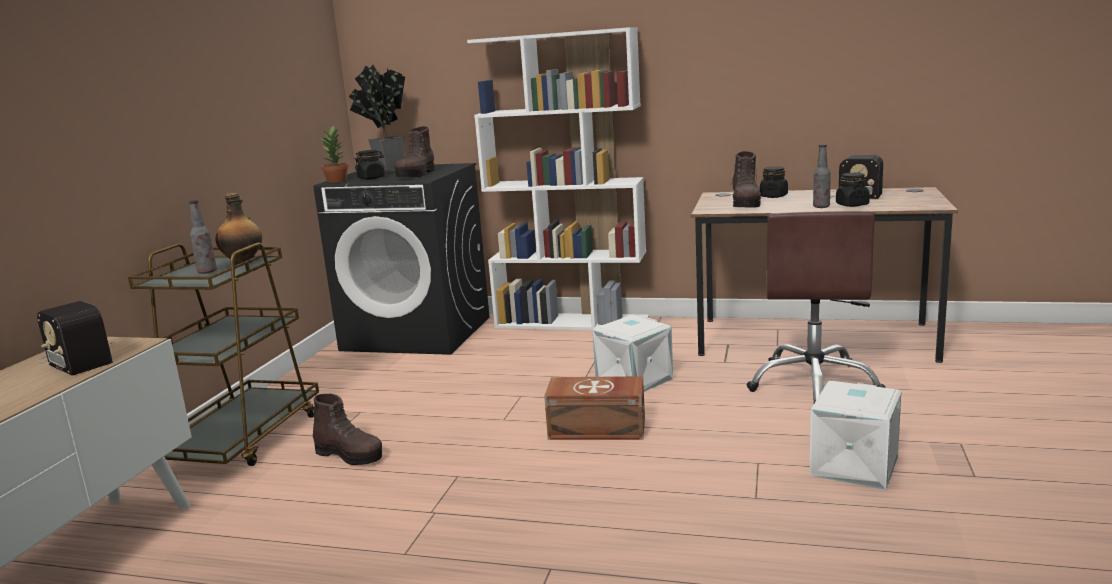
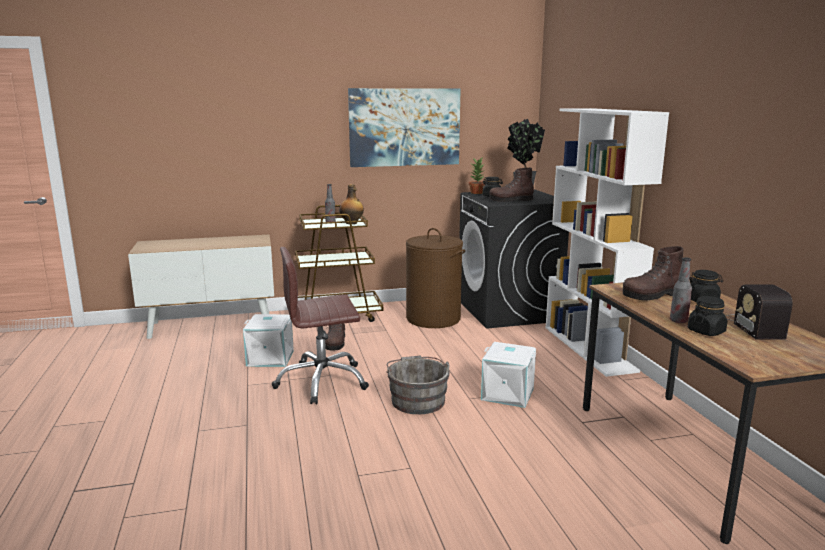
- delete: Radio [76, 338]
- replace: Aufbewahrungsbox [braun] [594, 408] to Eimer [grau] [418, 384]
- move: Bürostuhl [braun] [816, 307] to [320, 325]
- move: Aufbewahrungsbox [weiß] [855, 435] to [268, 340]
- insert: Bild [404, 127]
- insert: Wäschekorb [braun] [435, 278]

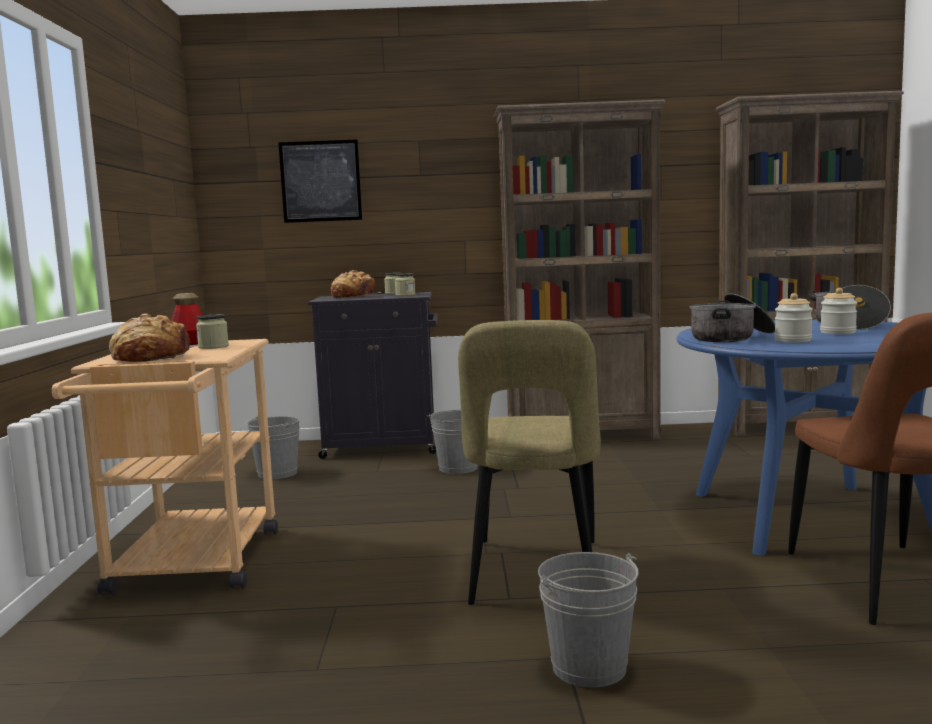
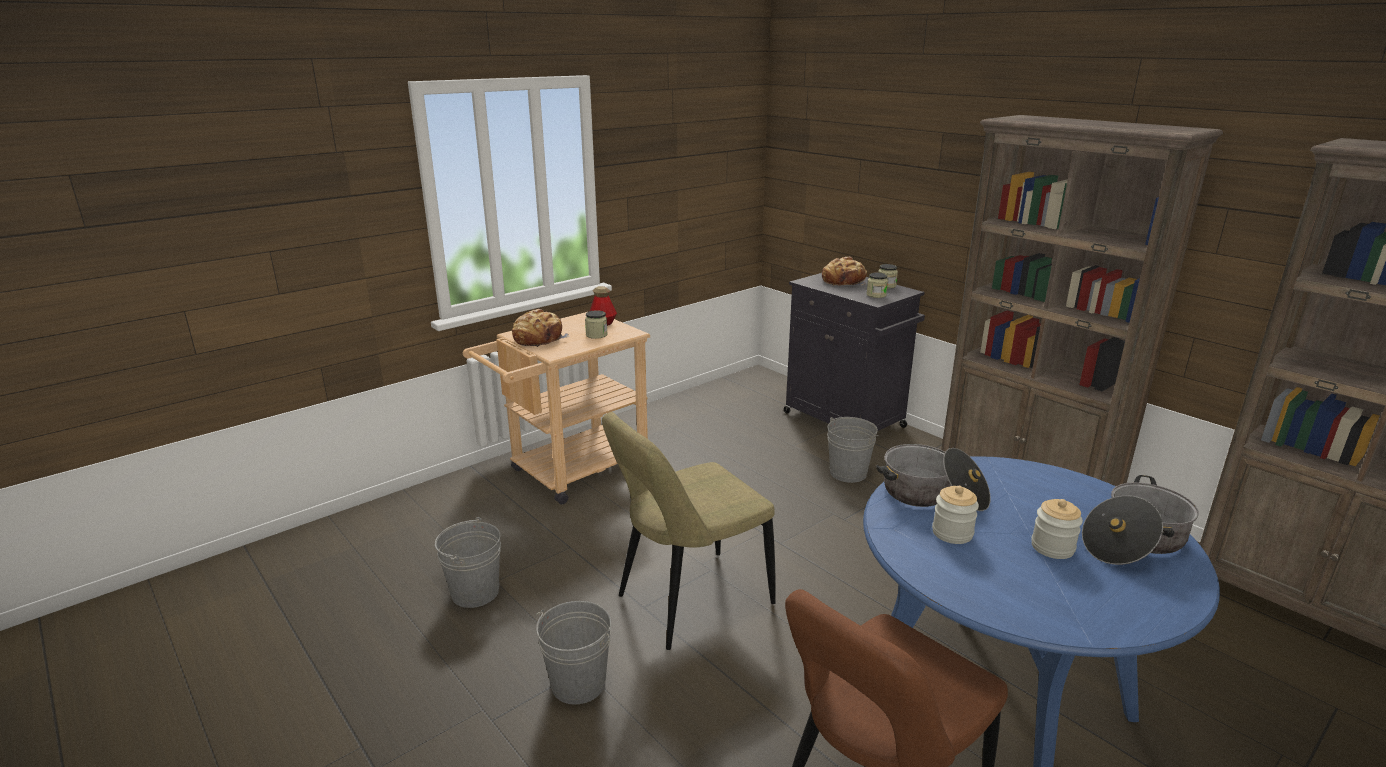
- move: Eimer [grau] [273, 447] to [468, 562]
- delete: Bild [320, 181]

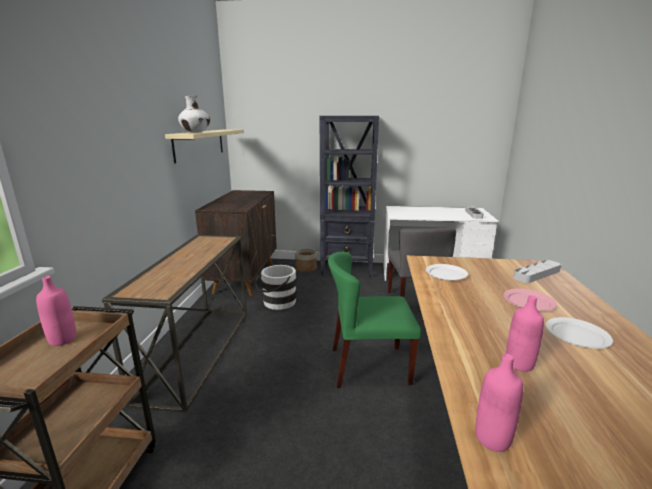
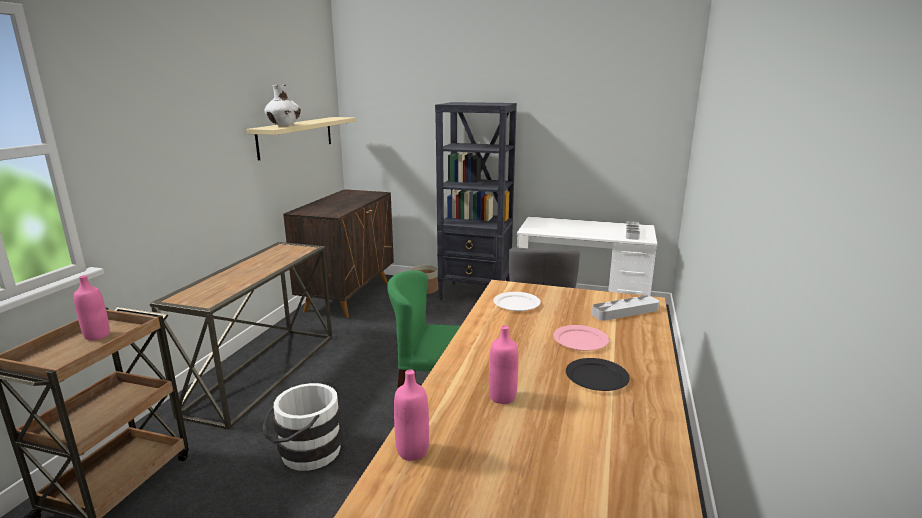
- move: Eimer [weiß] [275, 287] to [302, 427]
- recolor: Teller [weiß] [579, 332] to Teller [schwarz] [598, 374]

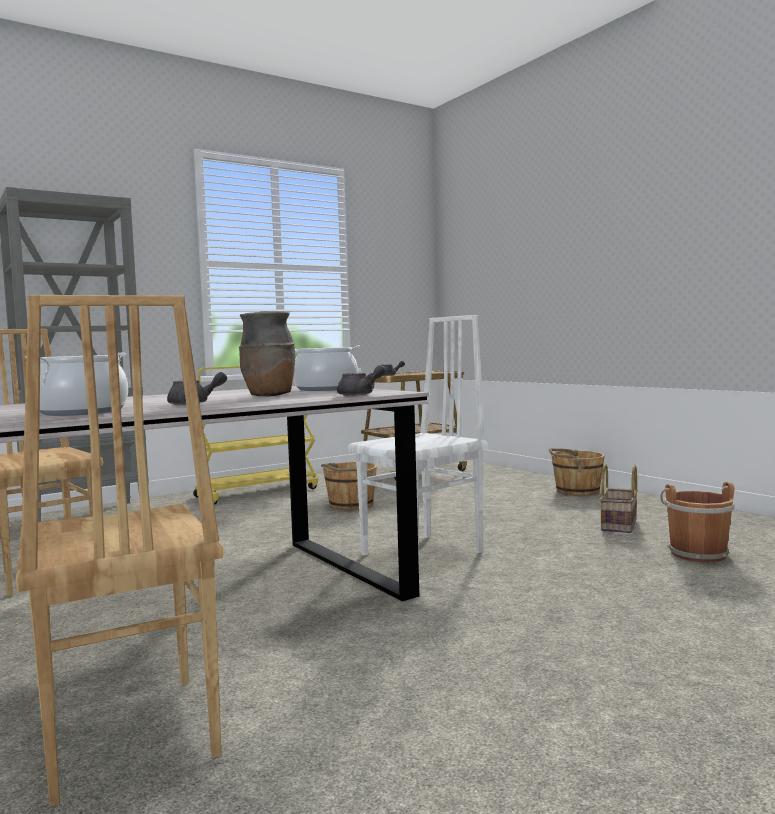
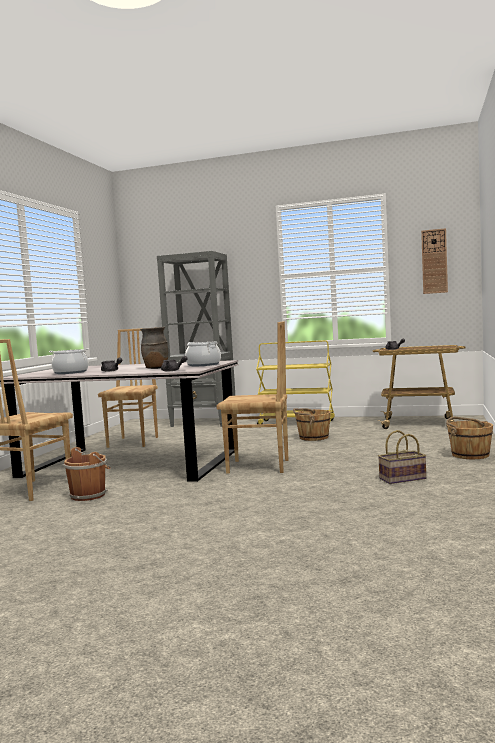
- recolor: Stuhl [weiß] [418, 437] to Stuhl [braun] [252, 398]
- move: Eimer [braun] [697, 522] to [87, 474]
- insert: Wanduhr [434, 261]

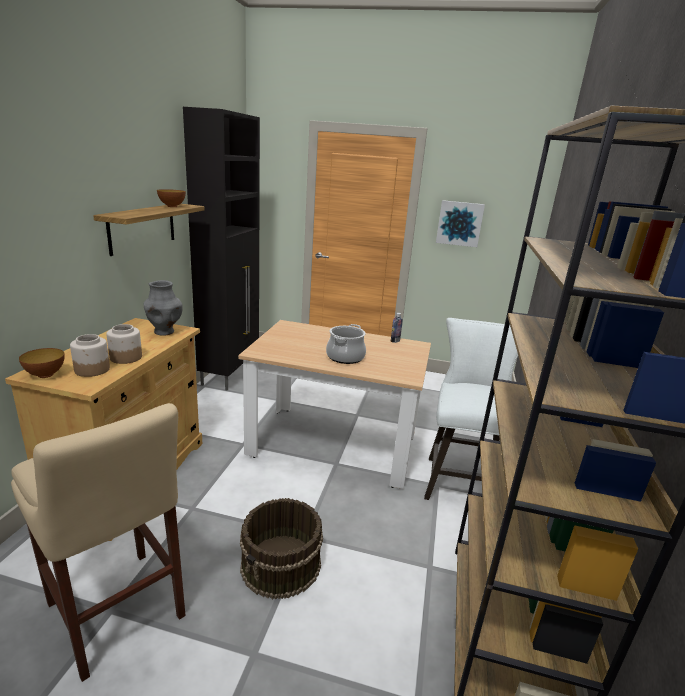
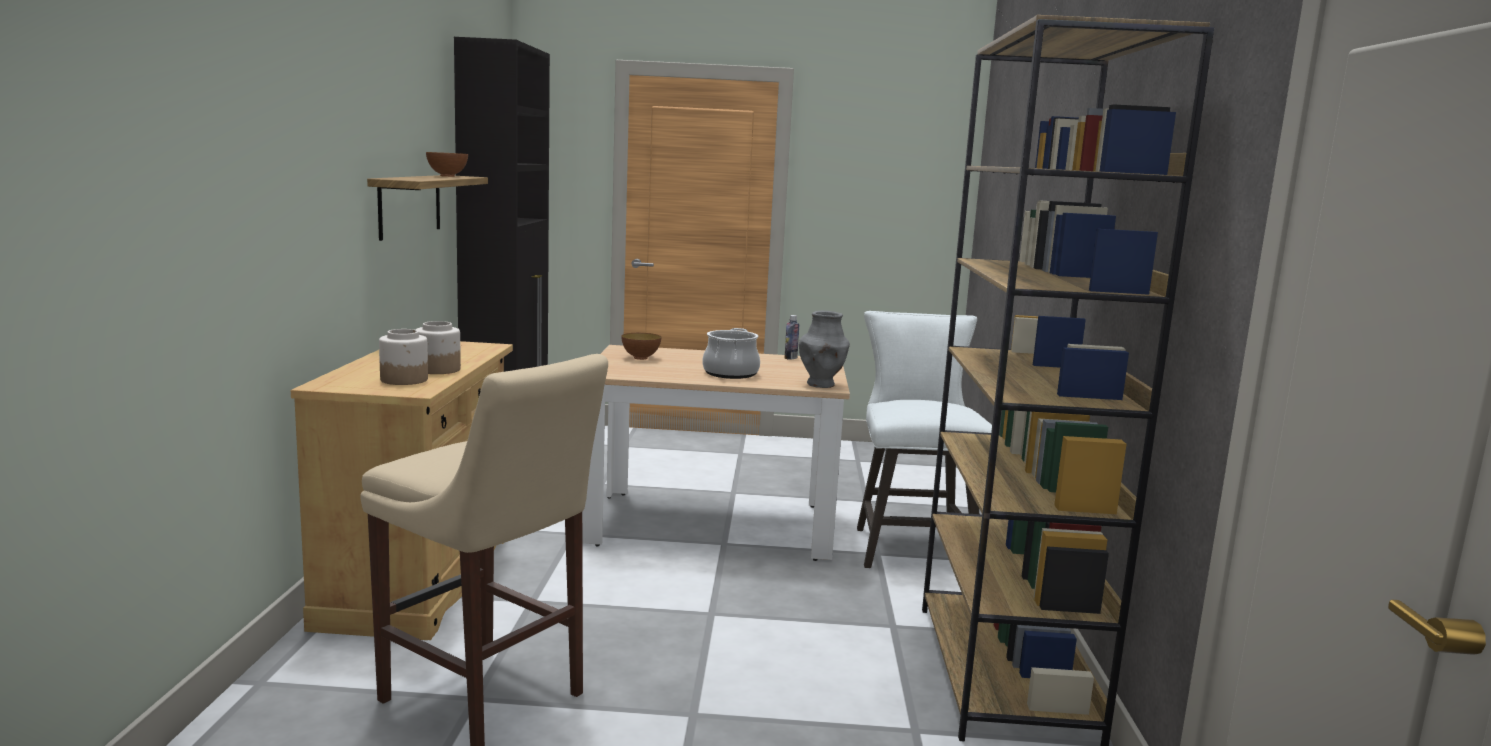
- move: Schüssel [42, 363] to [641, 346]
- move: Vase [grau] [163, 308] to [824, 349]
- delete: Eimer [braun] [281, 548]
- delete: Bild [460, 223]

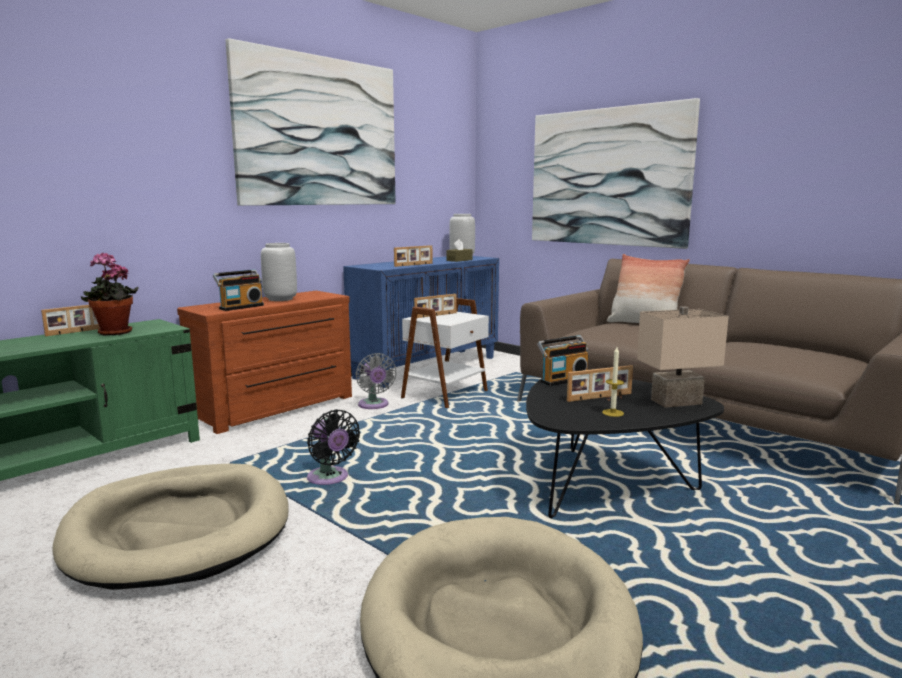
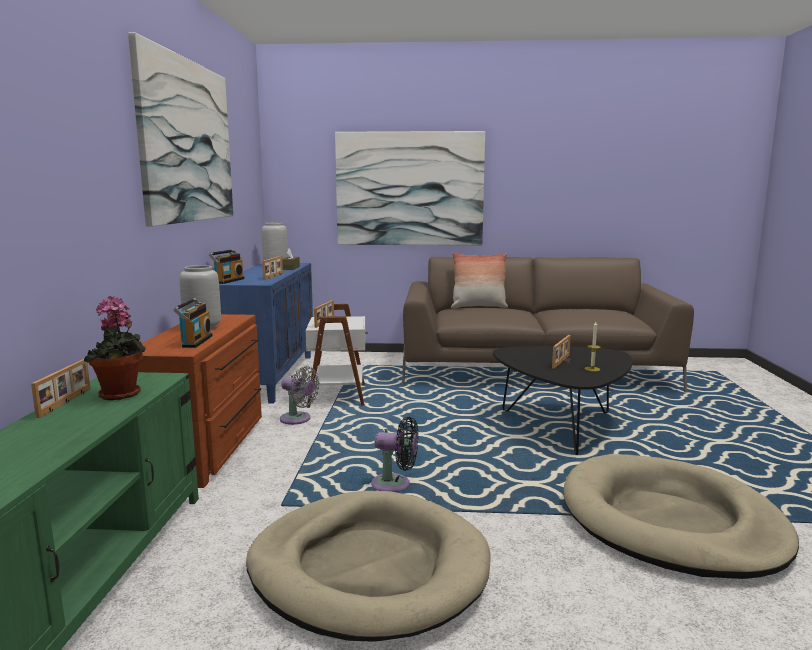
- move: Radio [563, 360] to [227, 266]
- delete: Tischlampe [beige] [683, 357]

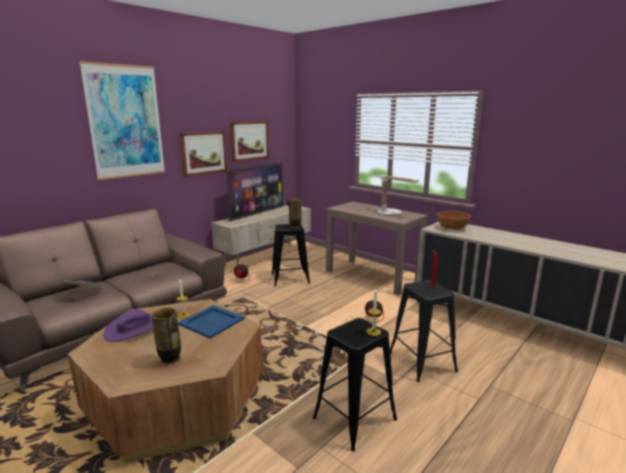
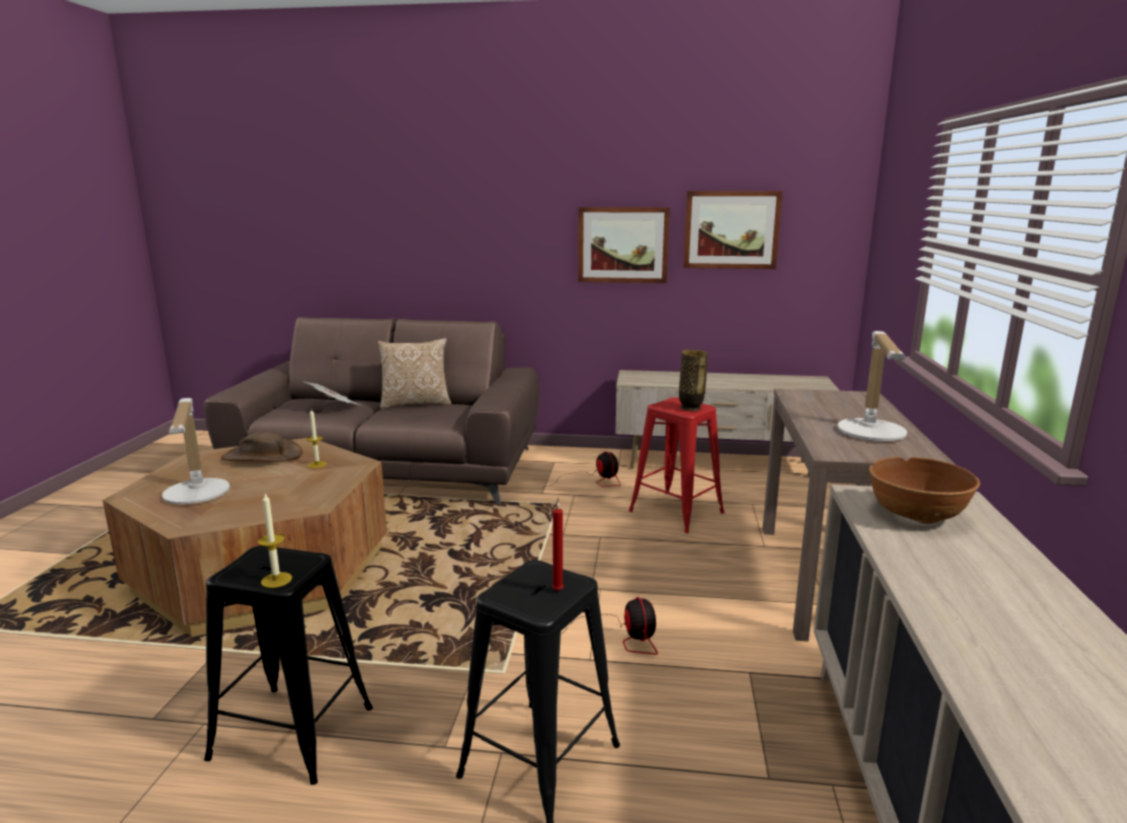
- delete: Bild [122, 120]
- recolor: Hut [lila] [128, 325] to Hut [braun] [262, 446]
- replace: Vase [166, 336] to Tischlampe [196, 451]
- delete: Tablett [blau] [211, 322]
- delete: Fernseher [255, 192]
- recolor: Hocker [schwarz] [291, 255] to Hocker [rot] [677, 465]
- insert: Kissen [414, 373]

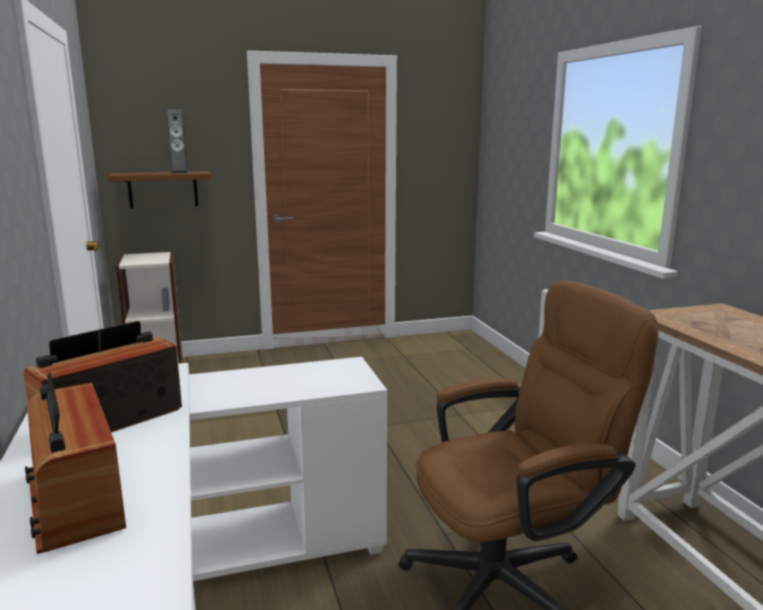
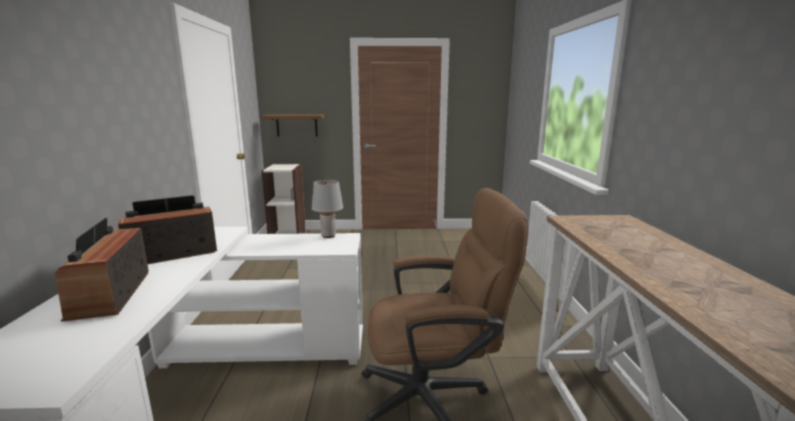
- delete: Lautsprecher [178, 141]
- insert: Tischlampe [grau] [327, 209]

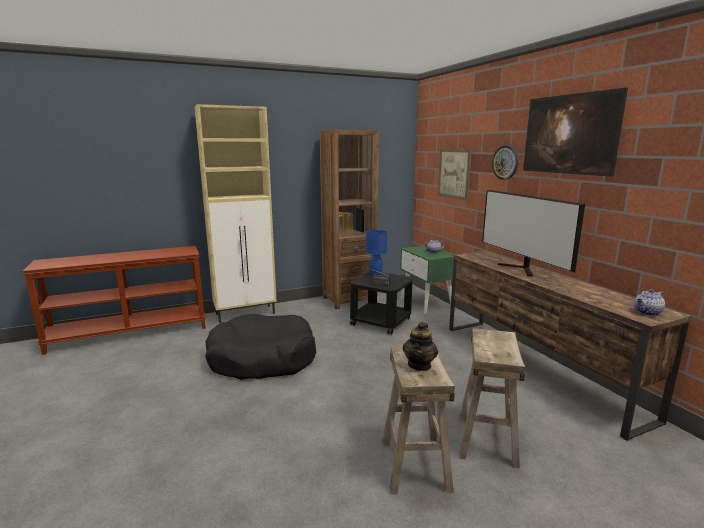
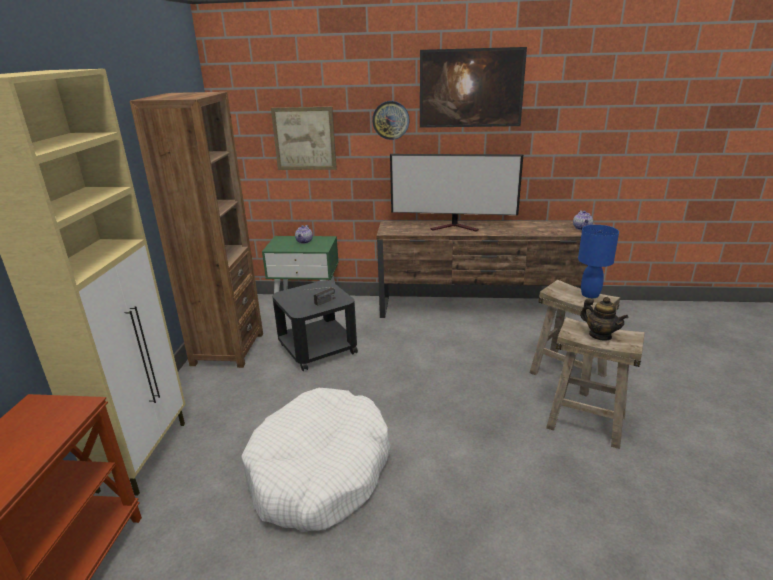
- recolor: Hundebett [schwarz] [260, 347] to Hundebett [weiß] [316, 459]
- move: Tischlampe [blau] [376, 253] to [598, 261]

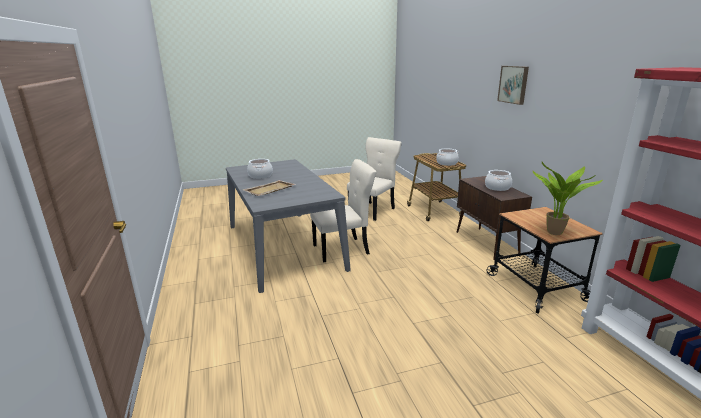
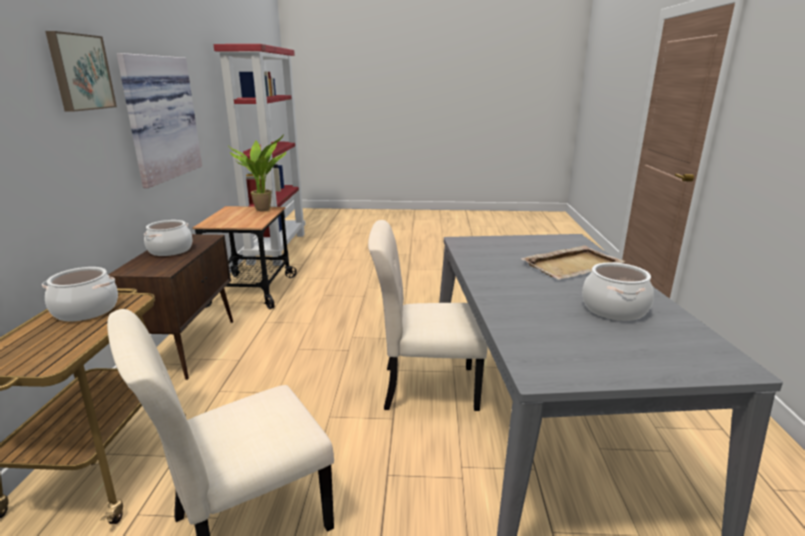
- insert: Bild [159, 120]

